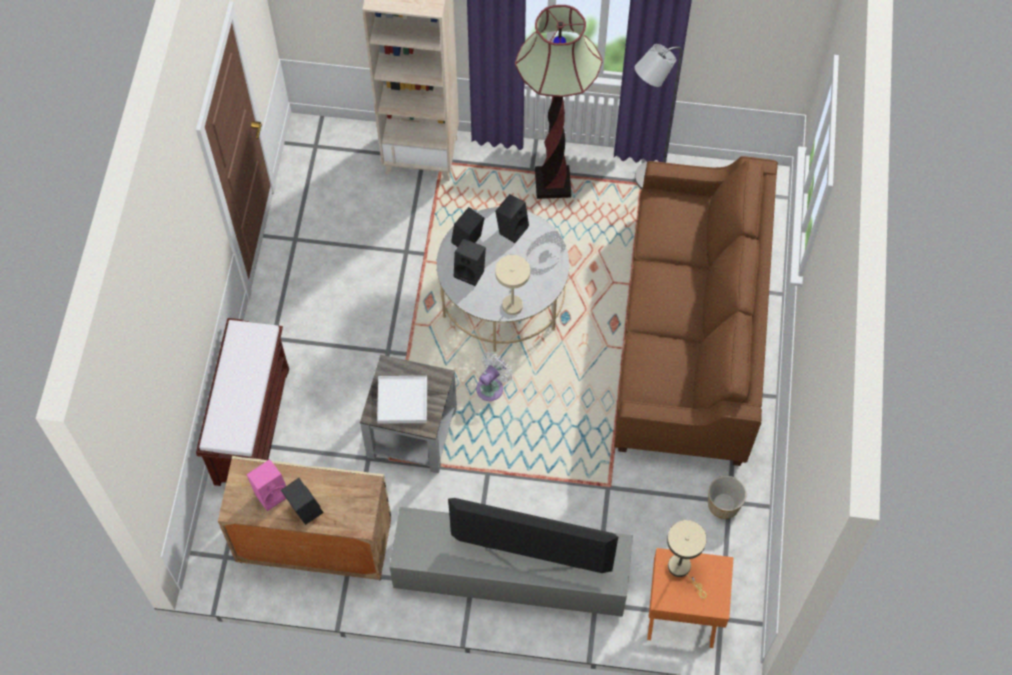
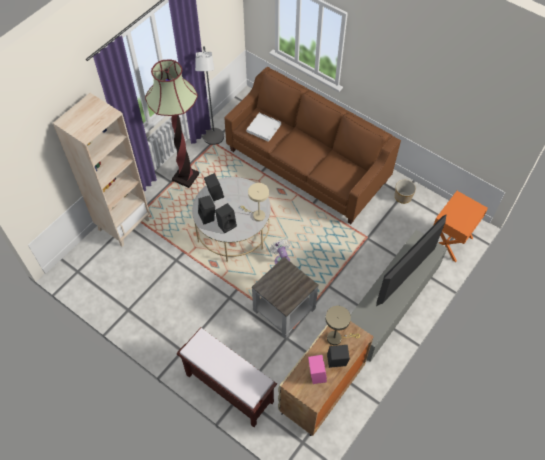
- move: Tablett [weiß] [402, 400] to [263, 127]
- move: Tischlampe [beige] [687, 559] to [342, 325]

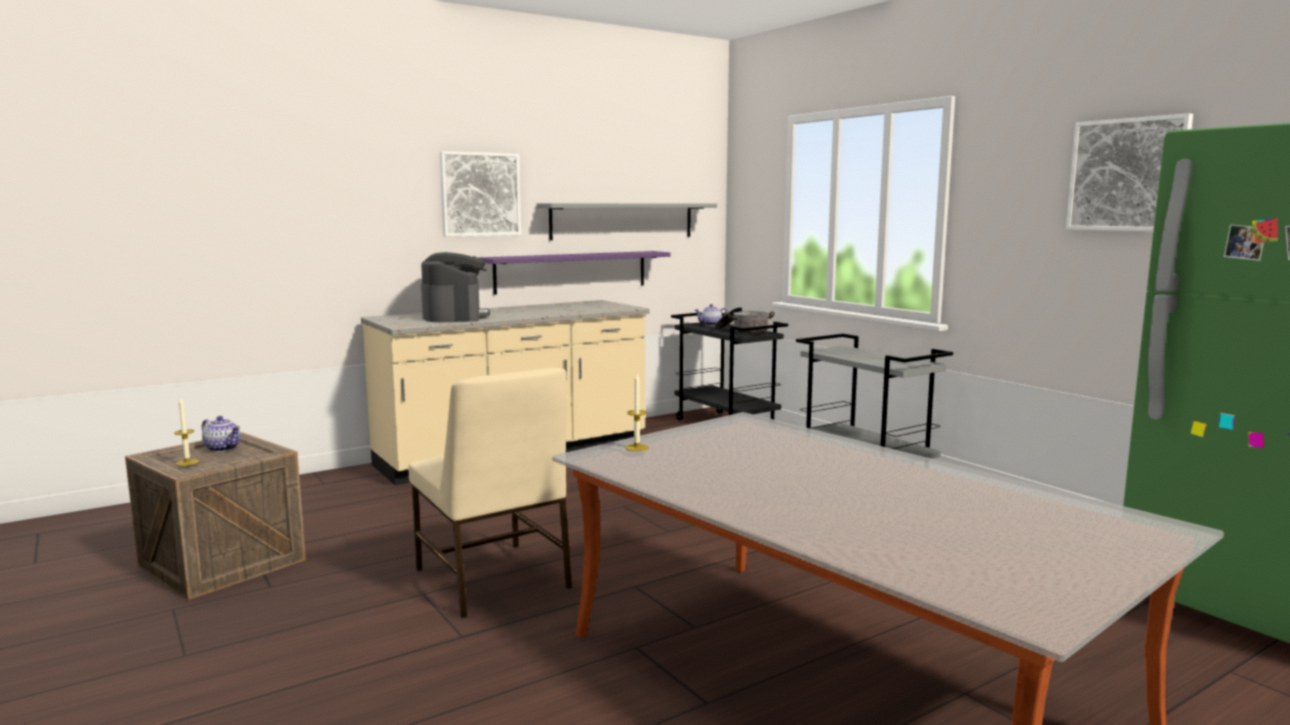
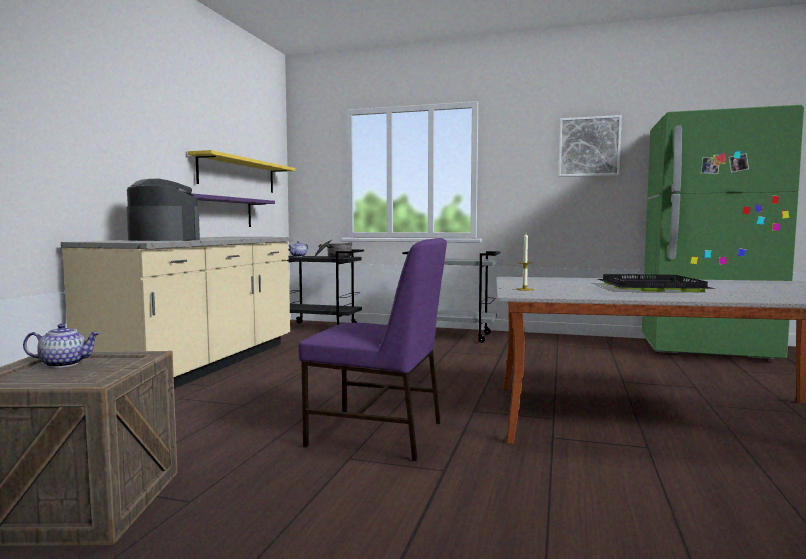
- delete: Kerze [186, 432]
- recolor: Stuhl [beige] [490, 493] to Stuhl [lila] [373, 349]
- delete: Bild [480, 194]
- recolor: Wandregal [grau] [626, 221] to Wandregal [gelb] [241, 171]
- insert: Tablett [schwarz] [656, 283]

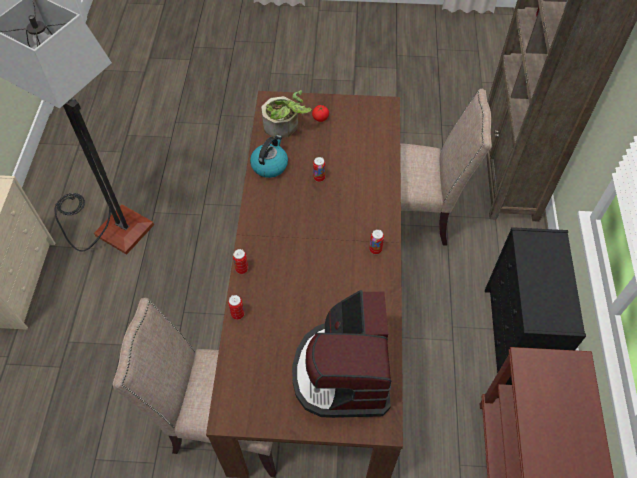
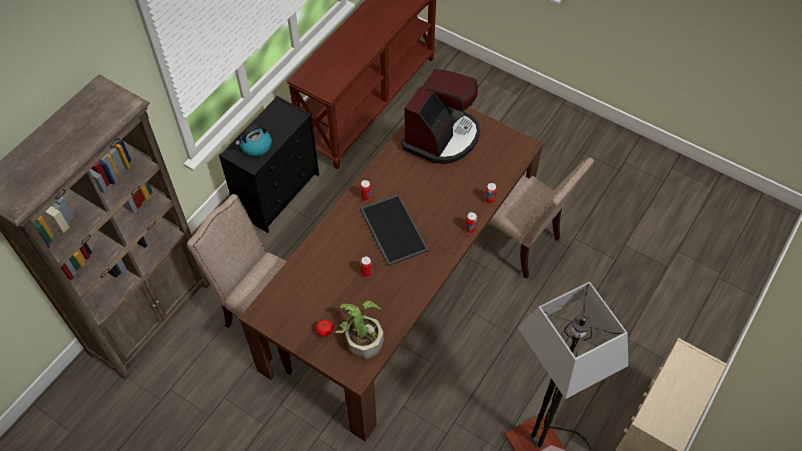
- move: Wasserkessel [269, 156] to [253, 140]
- insert: Tablett [394, 230]

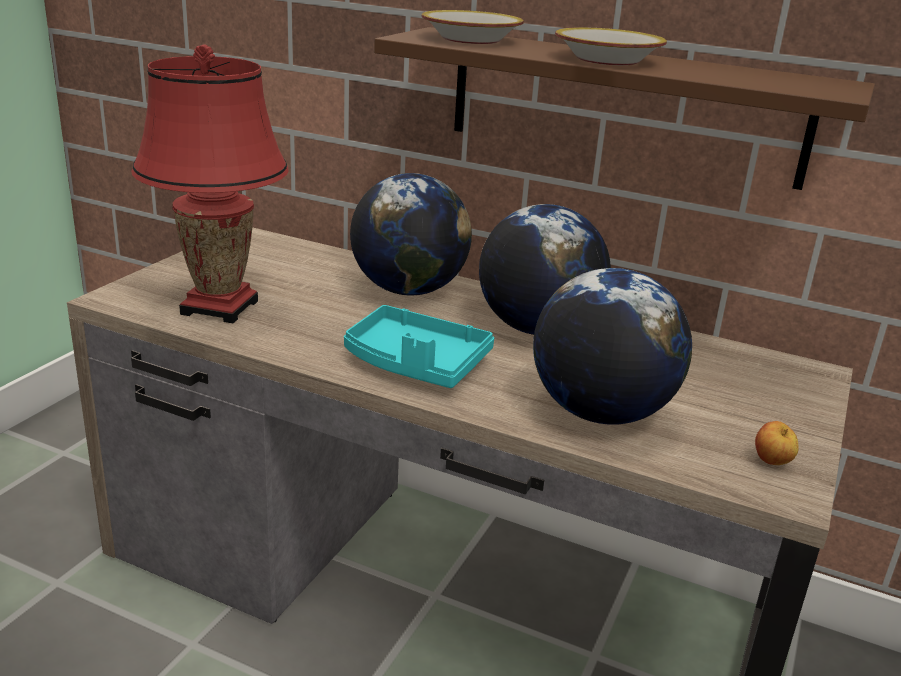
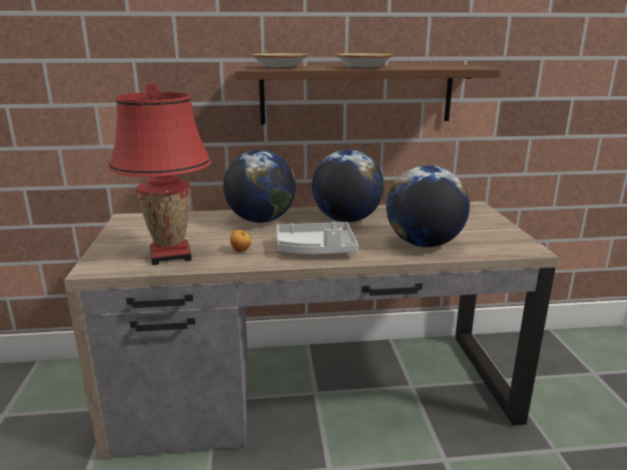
- recolor: Tablett [türkis] [419, 346] to Tablett [grau] [317, 238]
- move: Apfel [777, 443] to [240, 241]

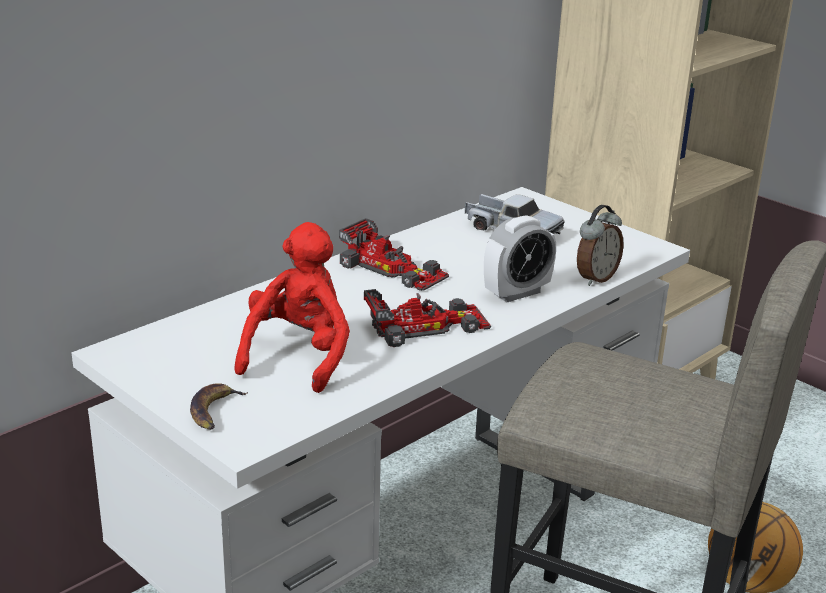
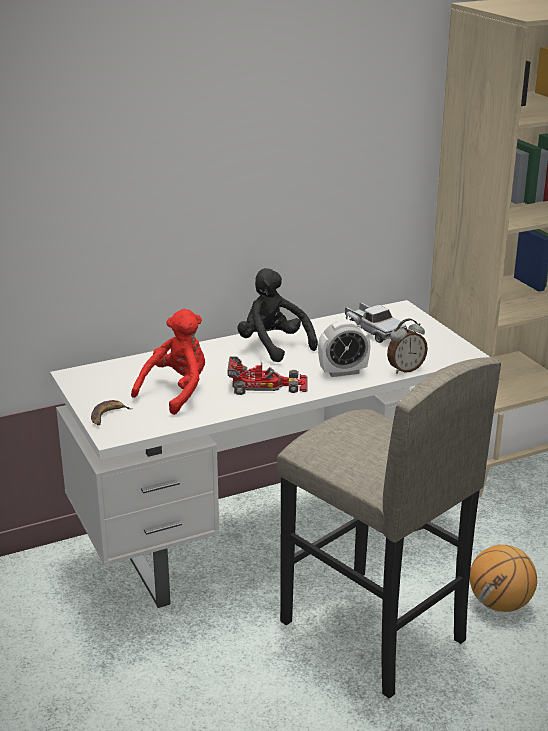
- replace: Spielzeugauto [394, 254] to Plüschtier [schwarz] [278, 315]

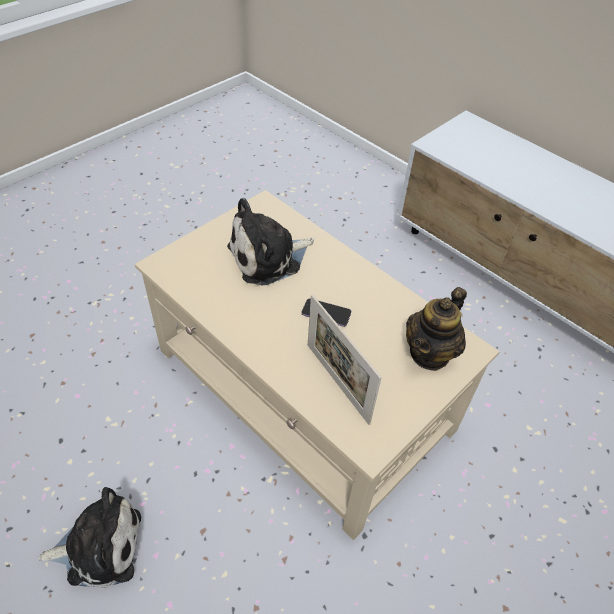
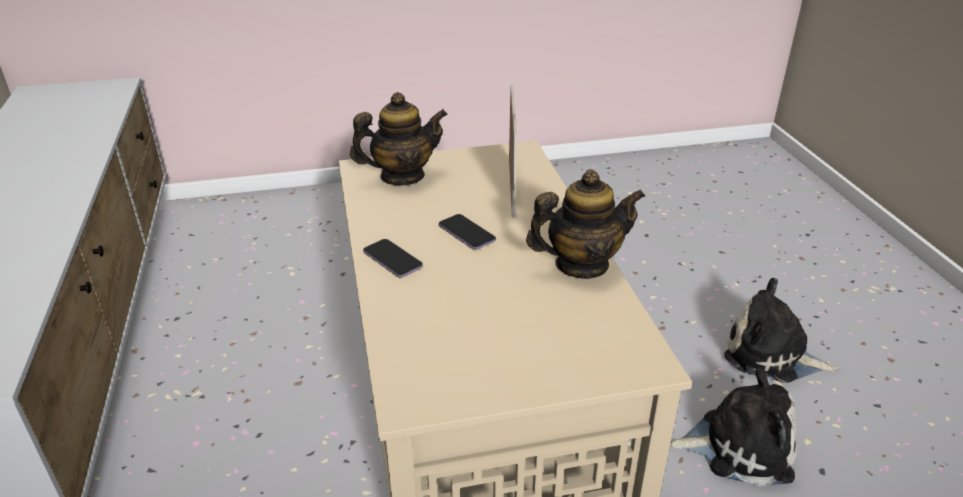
- move: Plüschtier [270, 242] to [733, 426]
- insert: Handy [393, 258]
- insert: Teekanne [585, 224]

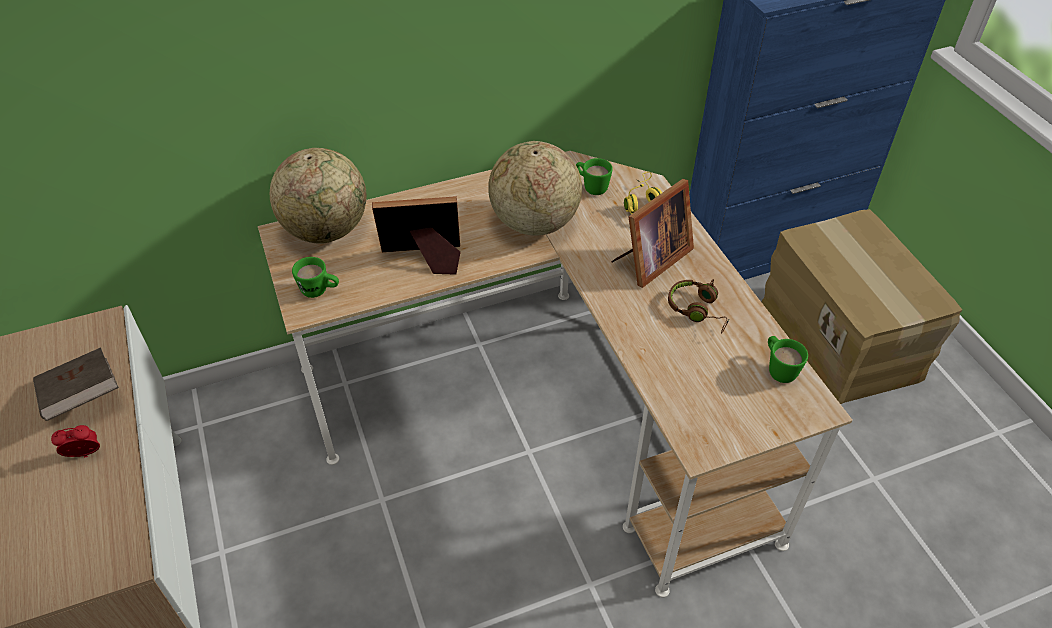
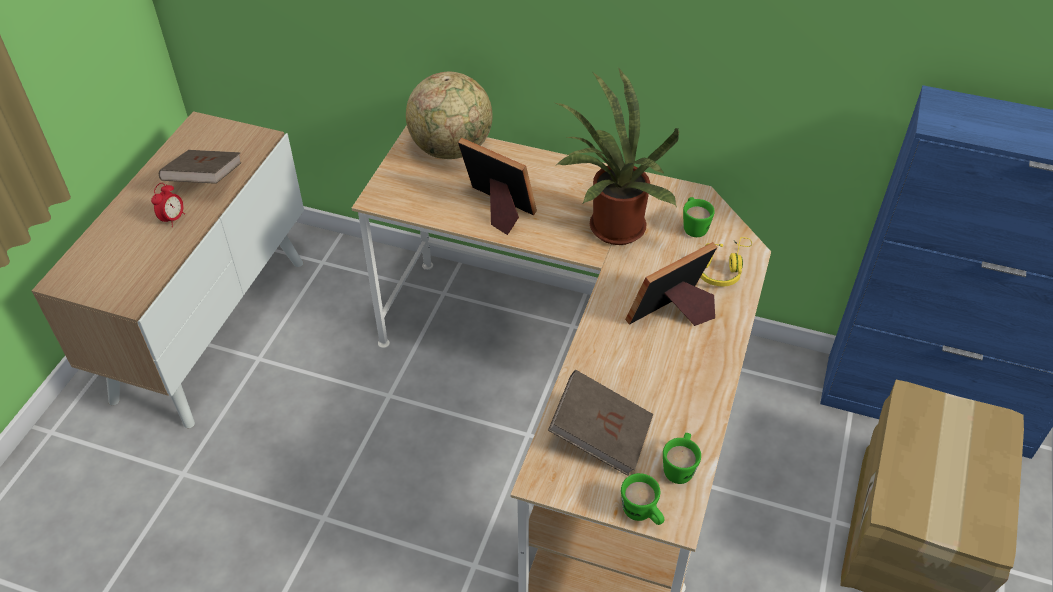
- rotate: Wecker [75, 441] = [168, 205] 90 degrees clockwise
- move: Henkelbecher [grün] [315, 277] to [643, 499]
- replace: Globus [535, 188] to Topfpflanze [617, 156]
- rotate: Bilderrahmen [652, 233] = [671, 284] 150 degrees clockwise
- delete: Kopfhörer [braun] [698, 306]
- insert: Buch [braun] [600, 423]

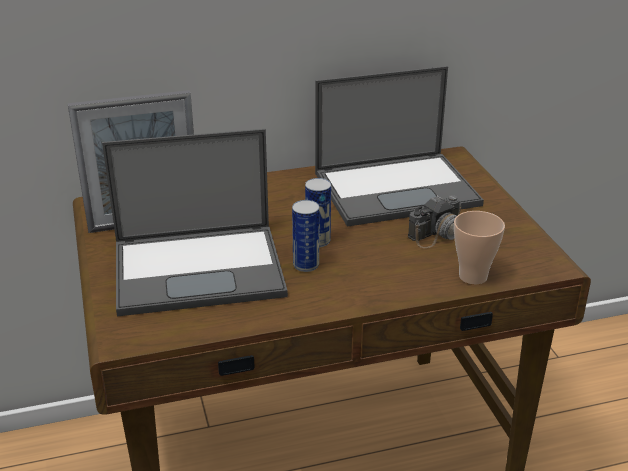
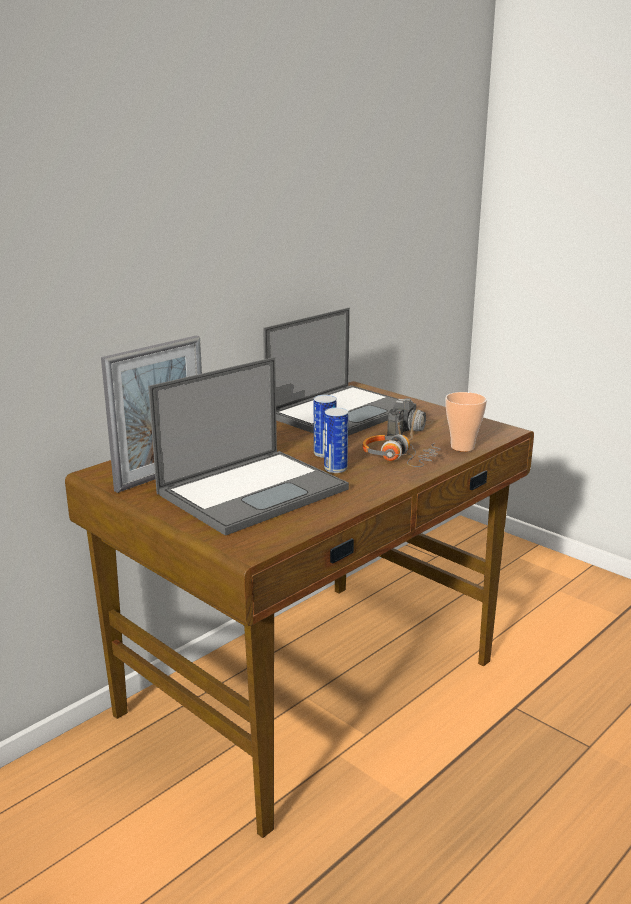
- insert: Kopfhörer [401, 450]

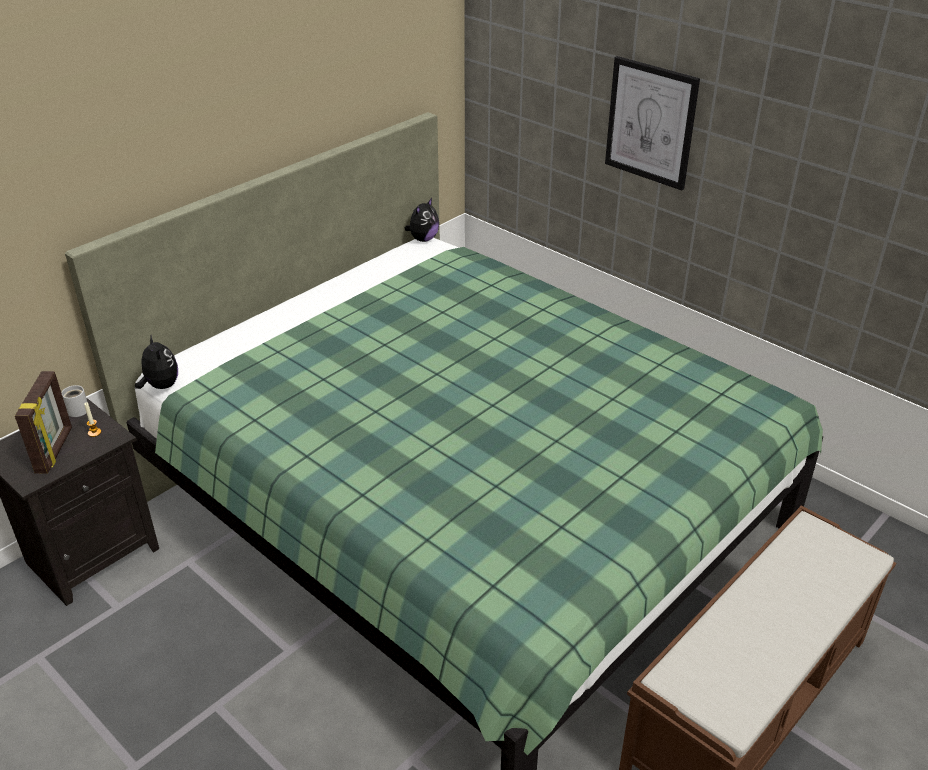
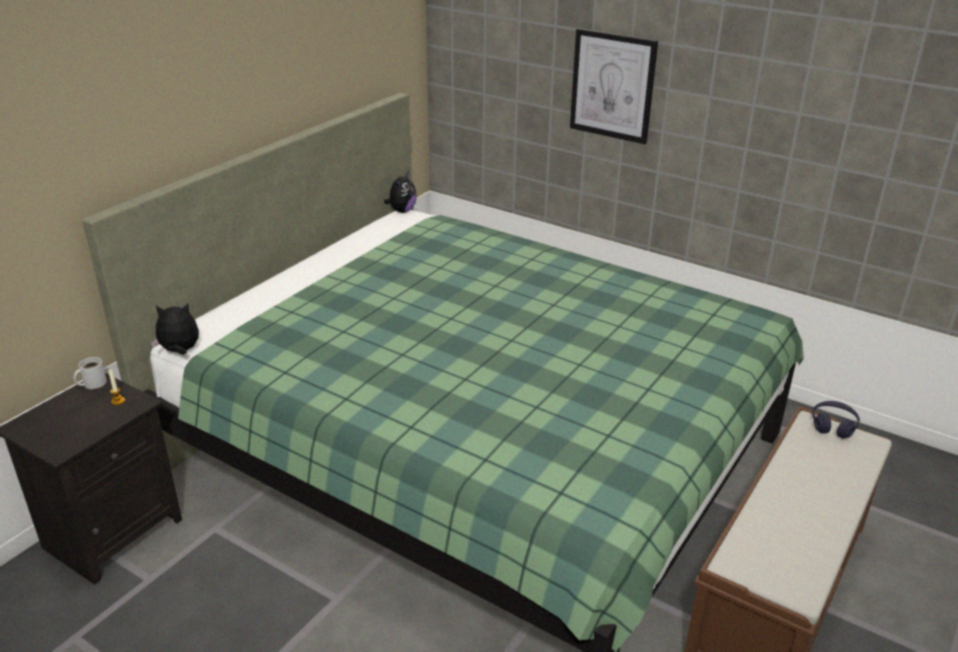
- delete: Bilderrahmen [43, 422]
- rotate: Plüschtier [156, 362] = [175, 329] 60 degrees counterclockwise
- insert: Kopfhörer [lila] [836, 420]

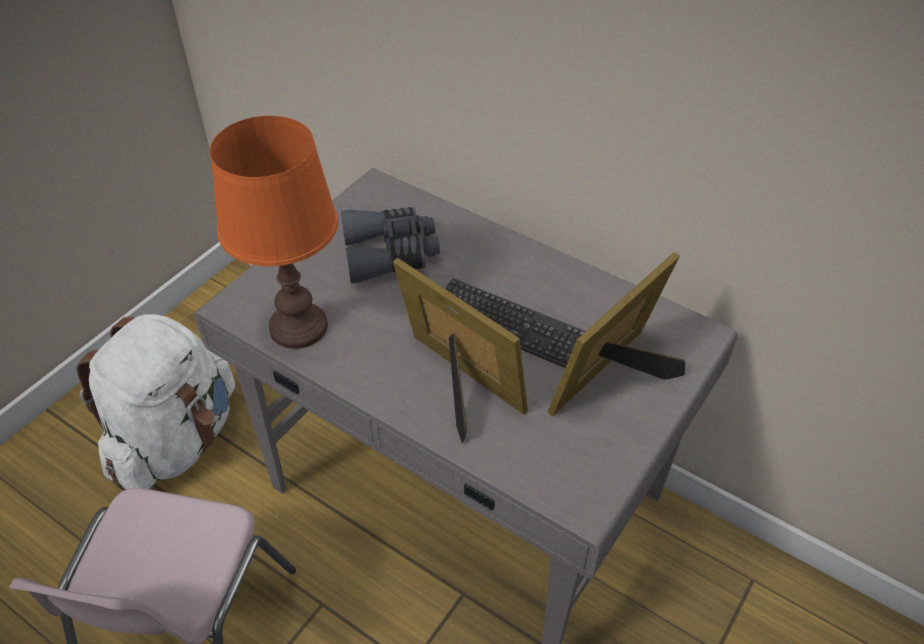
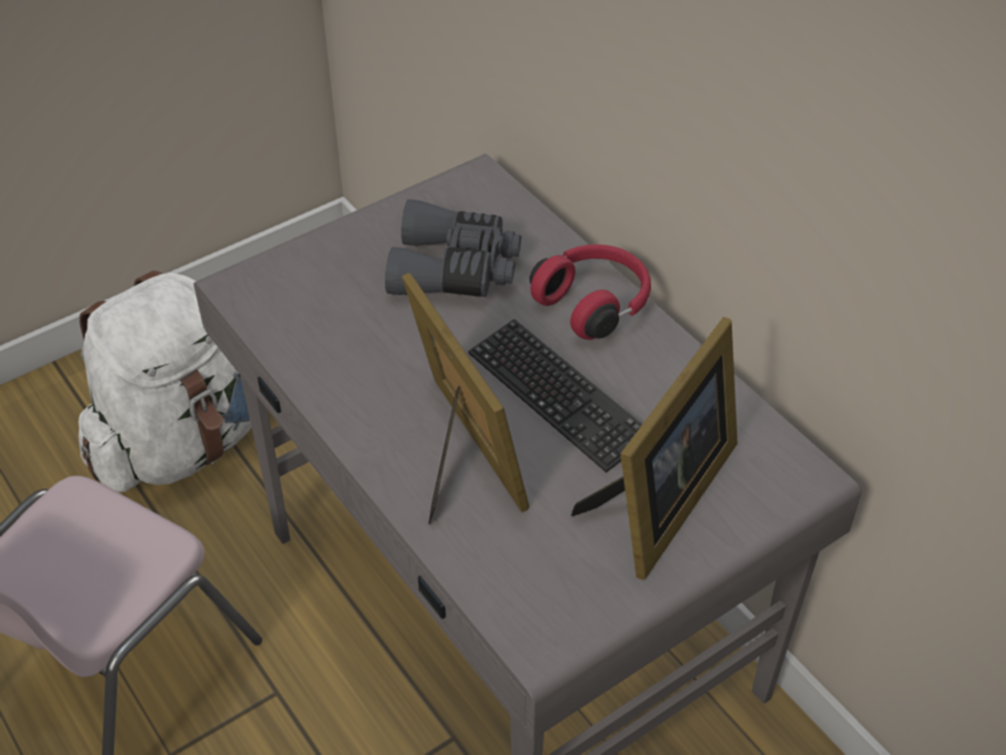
- delete: Tischlampe [orange] [274, 232]
- rotate: Bilderrahmen [616, 335] = [654, 448] 150 degrees clockwise
- insert: Kopfhörer [rot] [590, 292]

